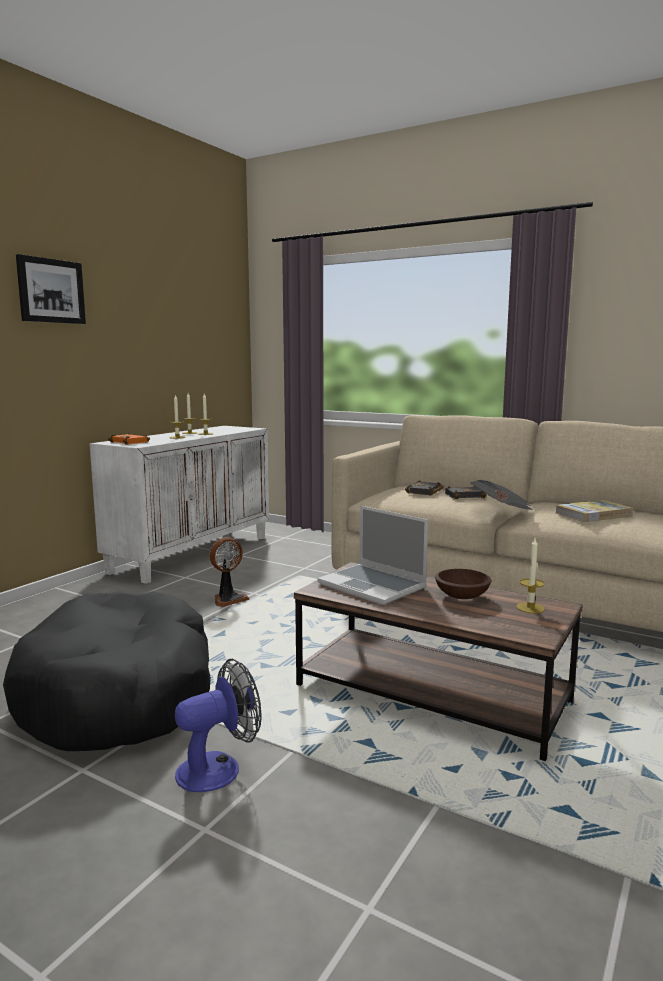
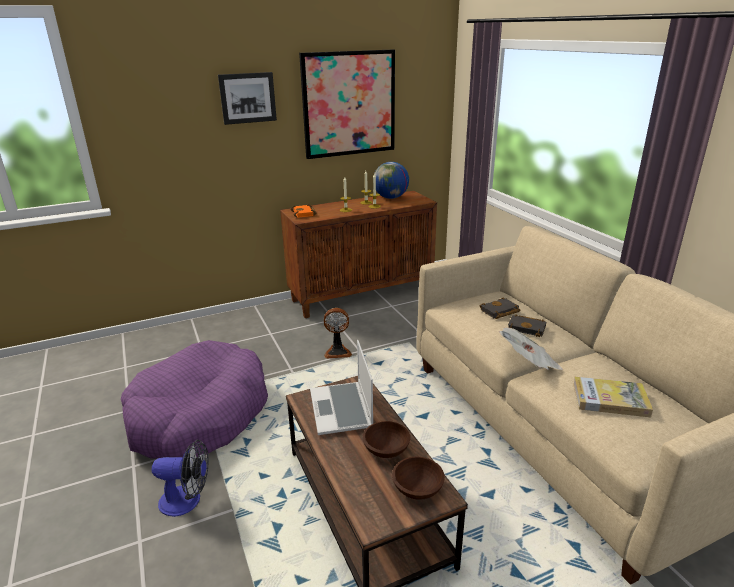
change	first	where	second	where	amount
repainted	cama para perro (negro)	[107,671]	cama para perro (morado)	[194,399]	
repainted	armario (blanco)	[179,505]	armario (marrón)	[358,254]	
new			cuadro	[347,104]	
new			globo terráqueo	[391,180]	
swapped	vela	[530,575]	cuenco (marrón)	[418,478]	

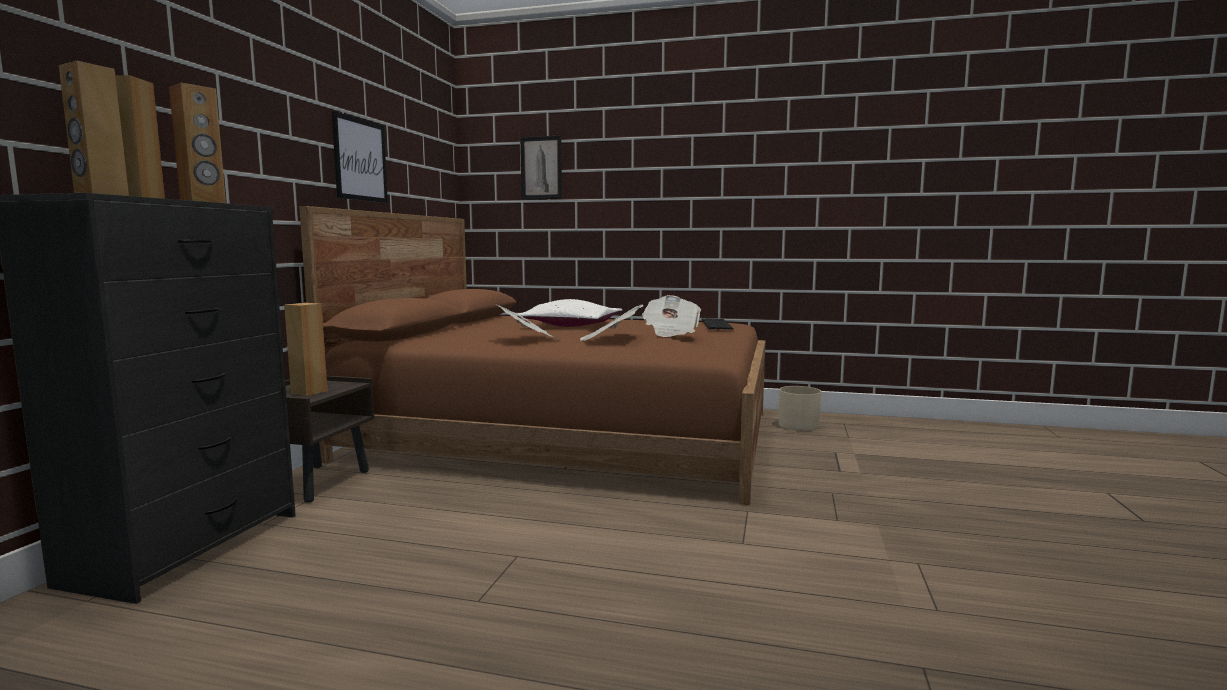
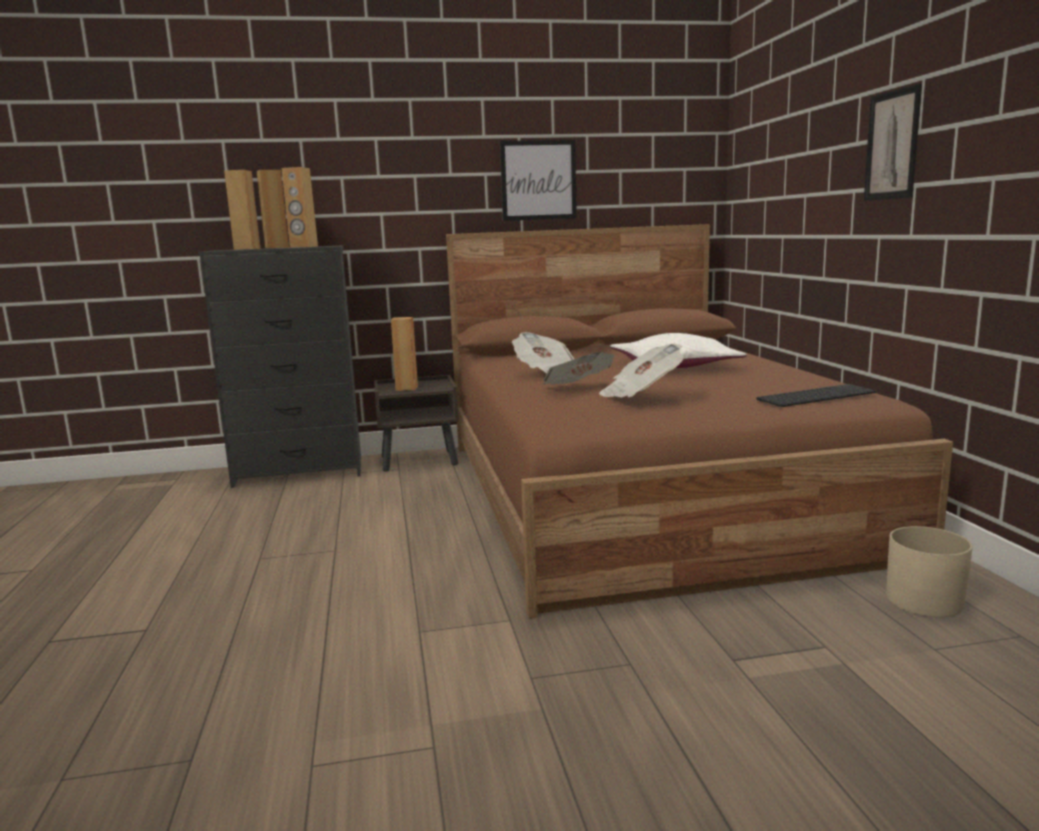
change	first	where	second	where	amount
shifted	cuadro	[541,167]		[893,142]	

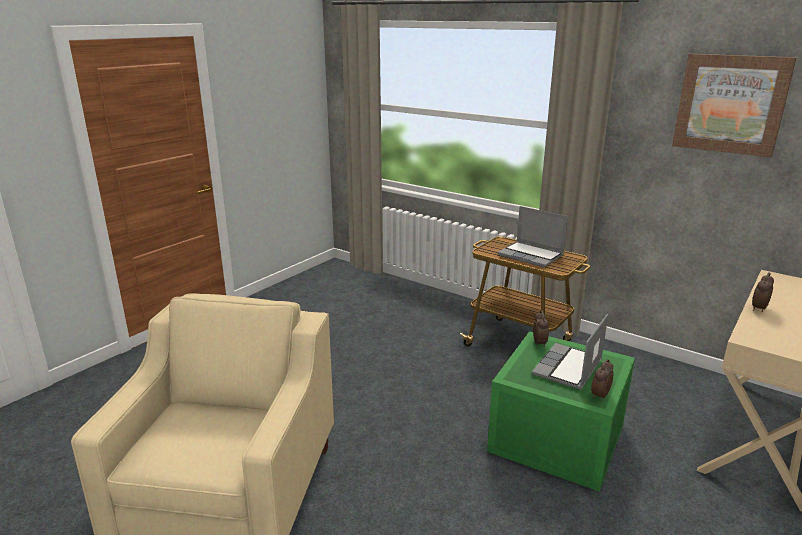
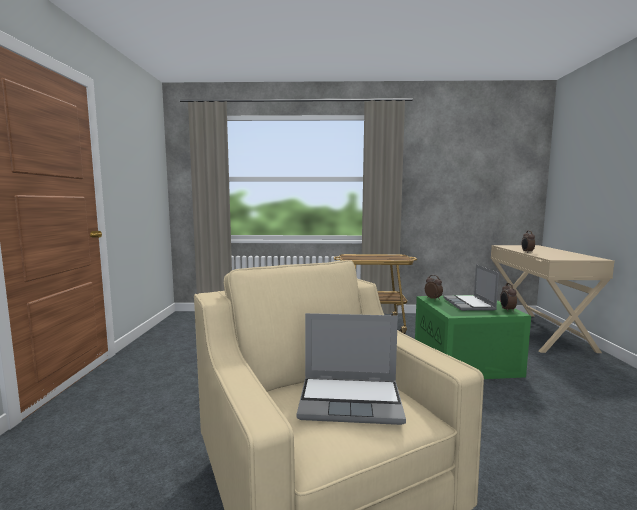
change	first	where	second	where	amount
shifted	portátil	[533,236]		[351,369]	
gone	cuadro	[734,106]			

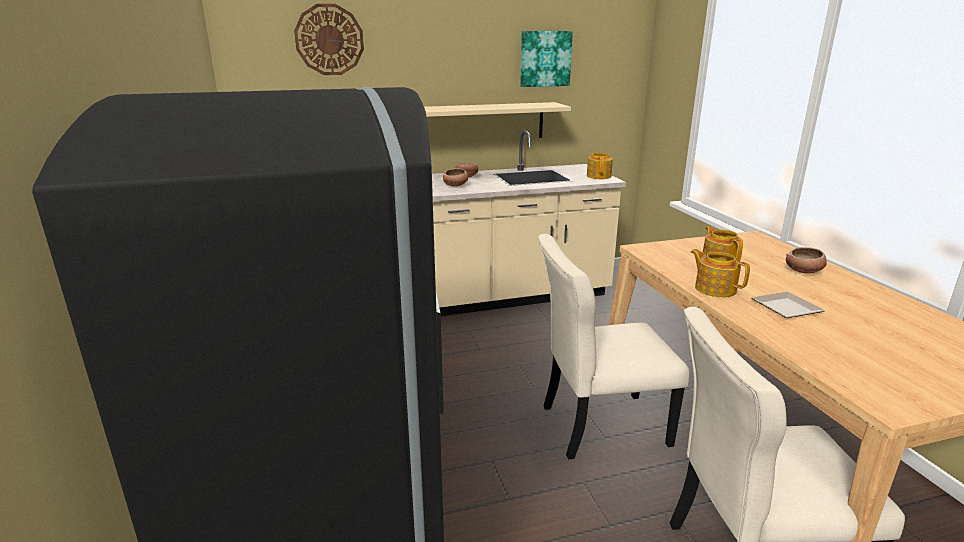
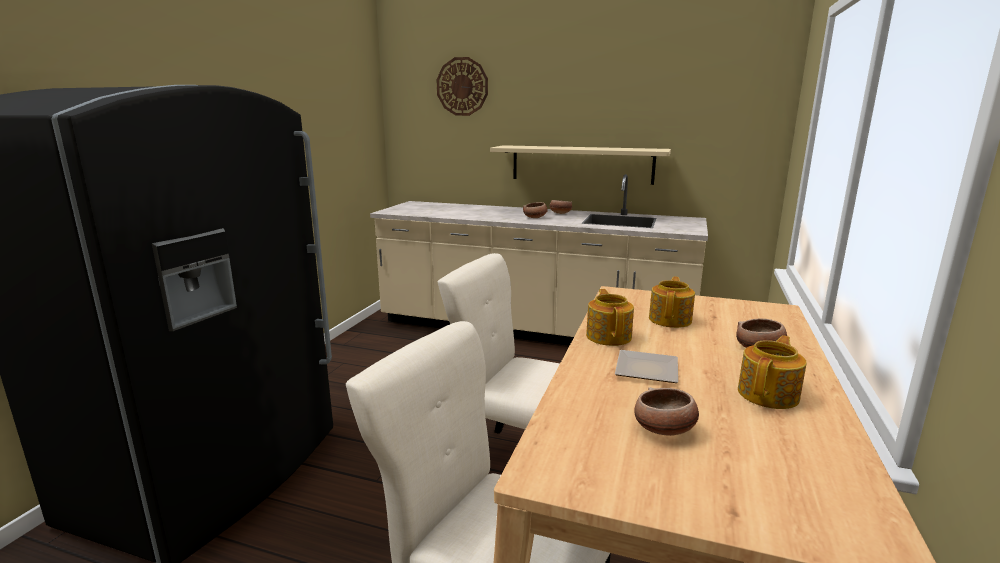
change	first	where	second	where	amount
new			cuenco	[666,411]	
shifted	tetera	[600,165]		[772,372]	
gone	cuadro	[546,59]			

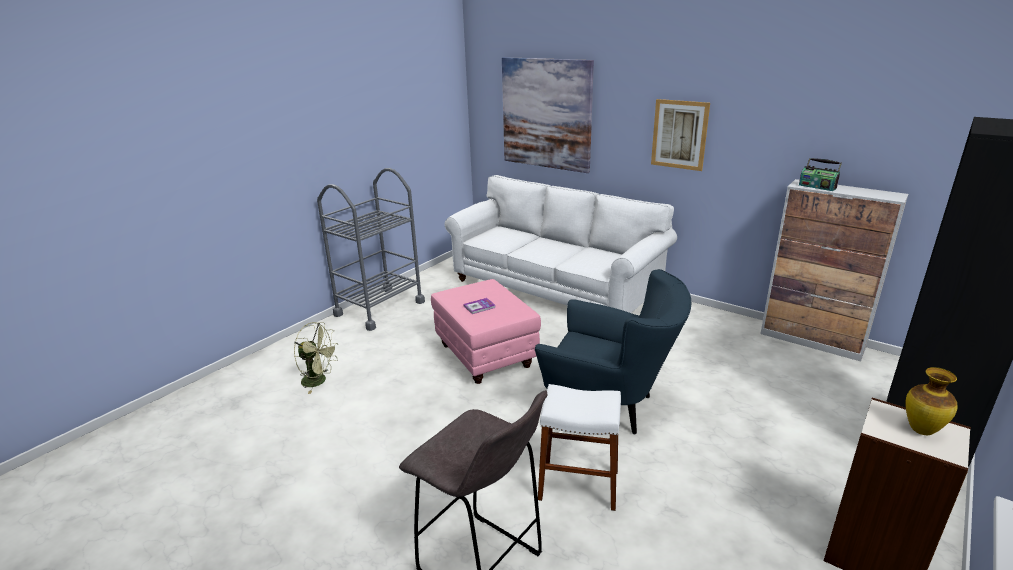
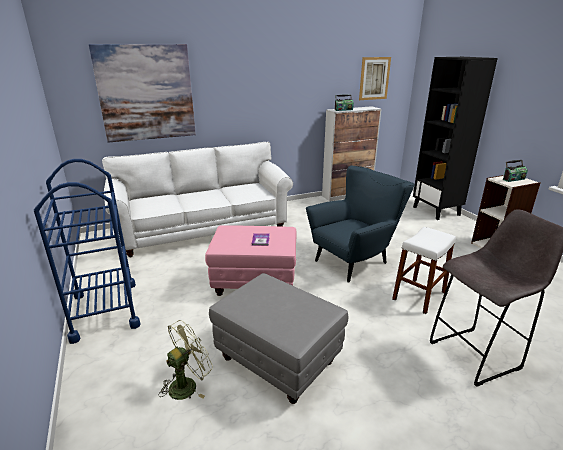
change	first	where	second	where	amount
repainted	carrito (gris)	[371,249]	carrito (azul)	[87,251]	
new			puf (gris)	[278,338]	
shifted	cuadro	[680,135]		[375,78]	
swapped	florero	[931,401]	radio	[515,171]	

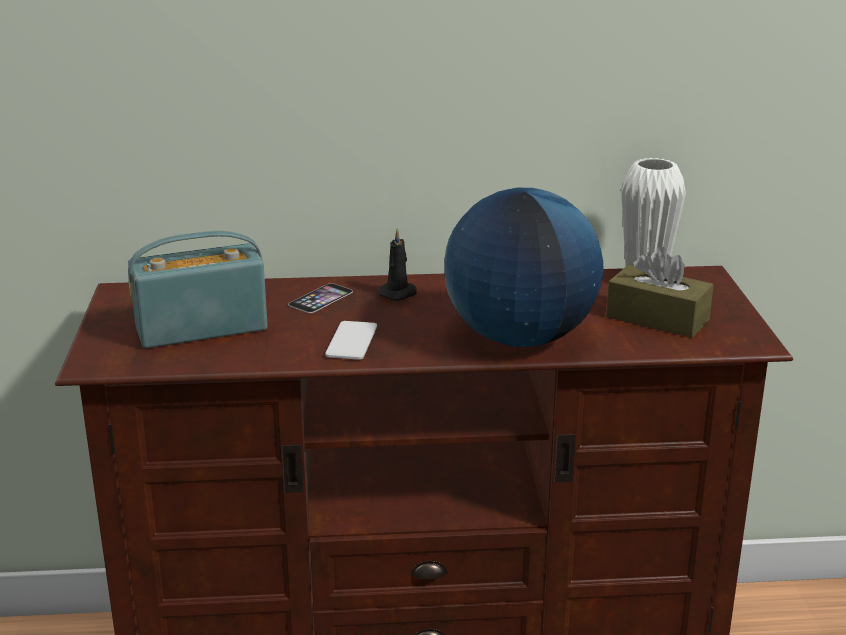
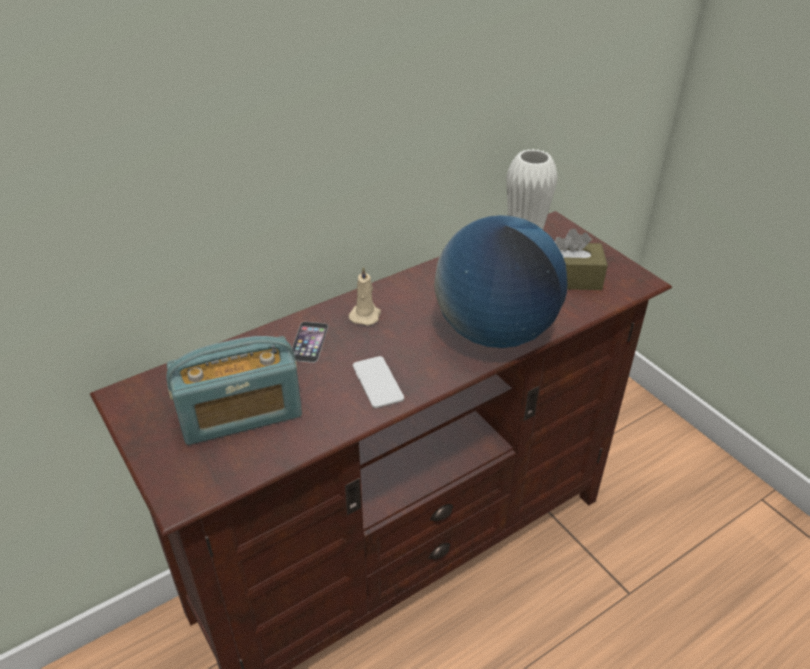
change	first	where	second	where	amount
rotated	radio	[198,289]		[234,390]	150 degrees counterclockwise
repainted	vela (negro)	[397,264]	vela (beis)	[364,296]	

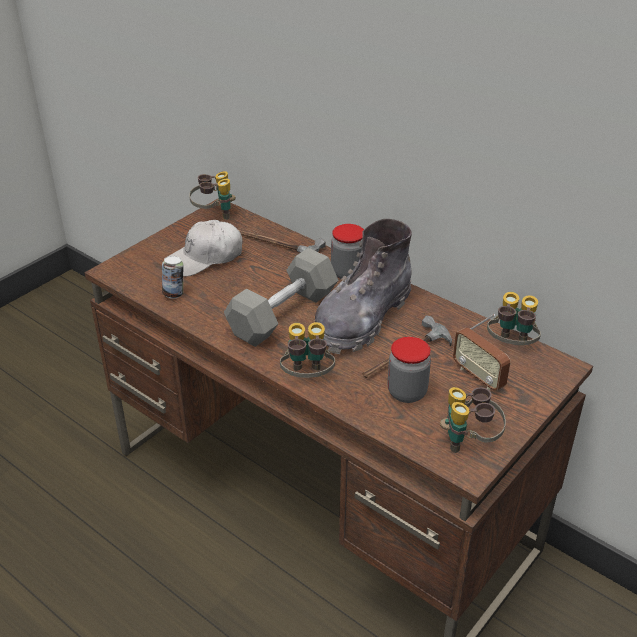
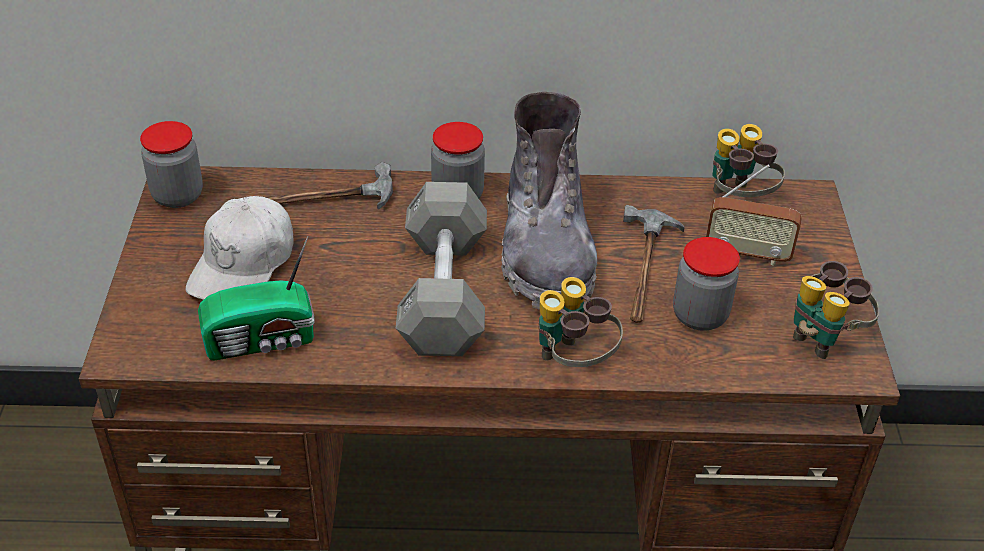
change	first	where	second	where	amount
swapped	prismáticos	[212,195]	tarro	[171,164]	
swapped	lata	[172,277]	radio	[256,298]	

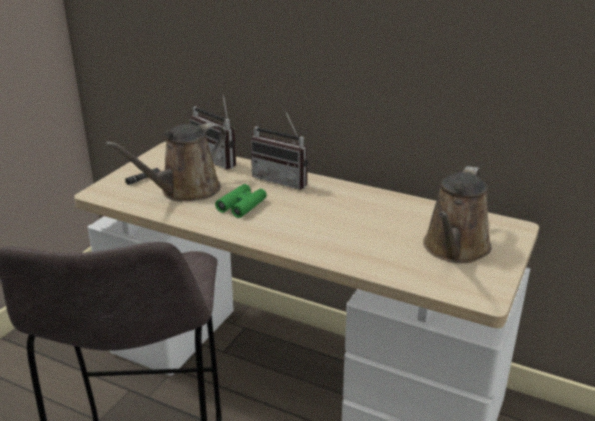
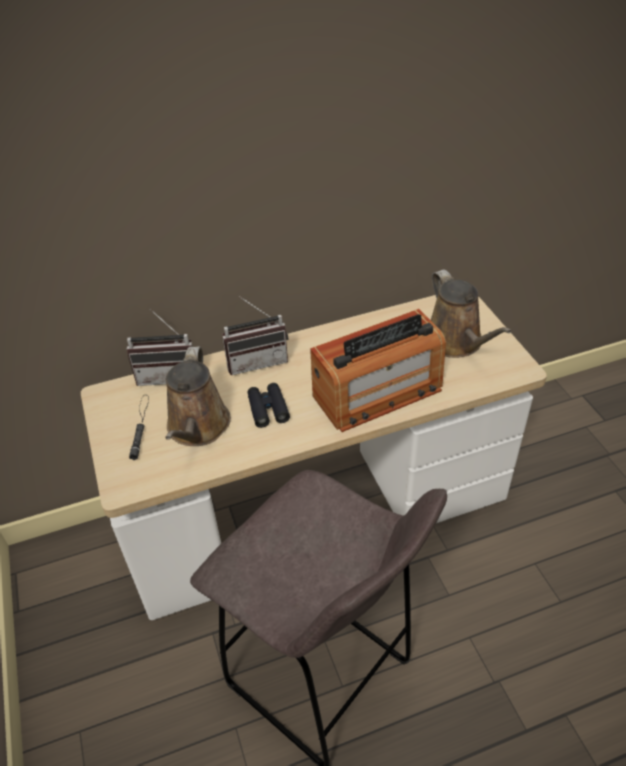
change	first	where	second	where	amount
repainted	prismáticos (verde)	[241,201]	prismáticos (negro)	[268,405]	
new			radio	[378,370]	

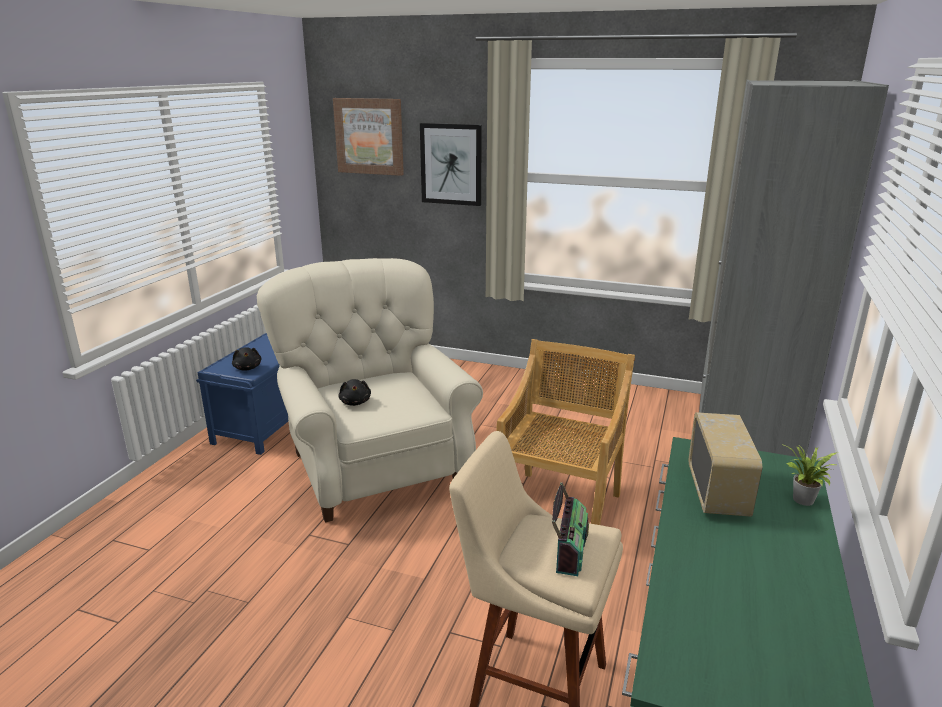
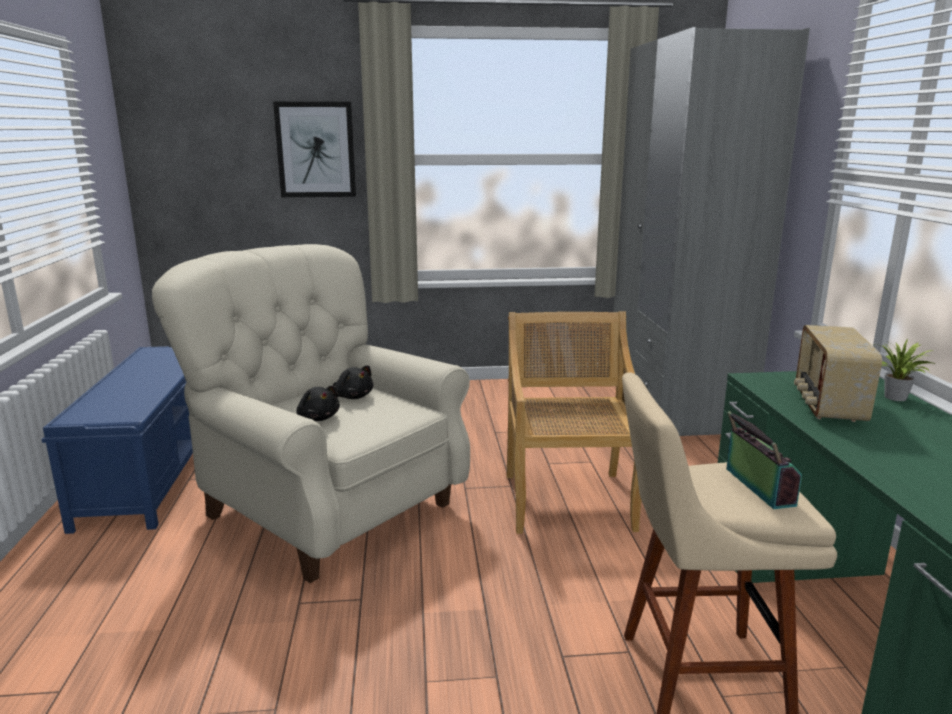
change	first	where	second	where	amount
shifted	peluche (negro)	[246,359]		[353,382]	
rotated	radio	[725,464]		[838,373]	150 degrees counterclockwise
gone	cuadro	[368,137]			

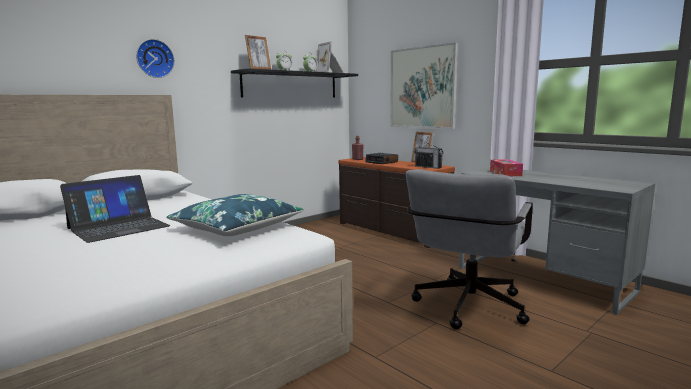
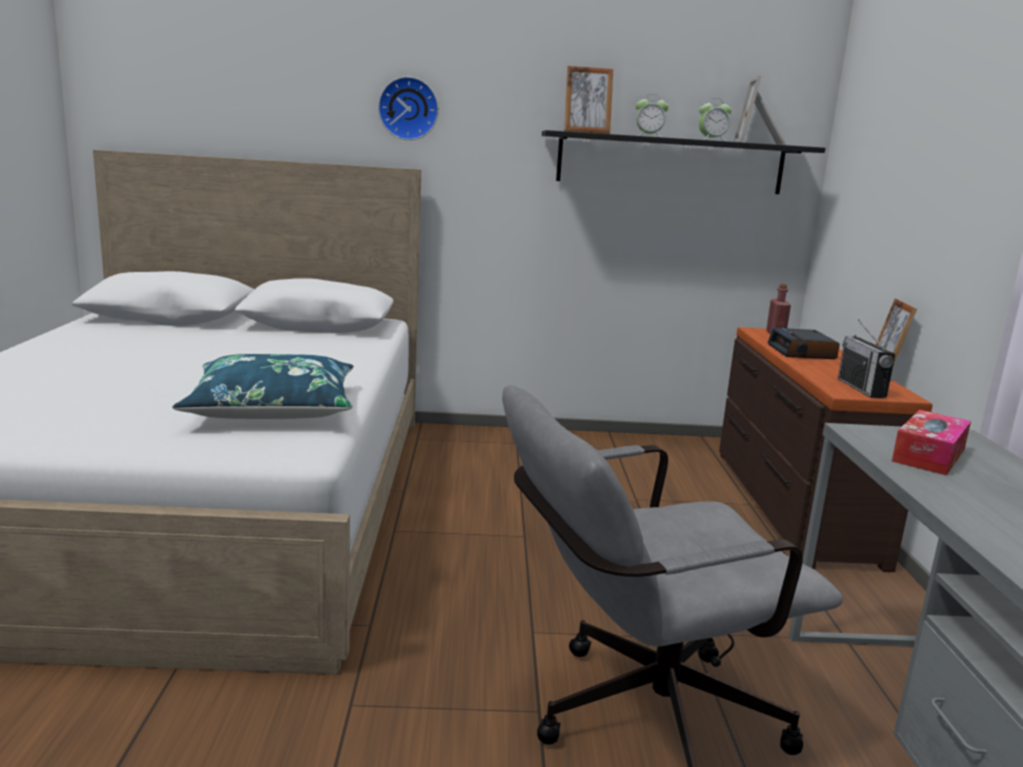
change	first	where	second	where	amount
gone	portátil	[115,209]			
gone	cuadro	[424,85]			

